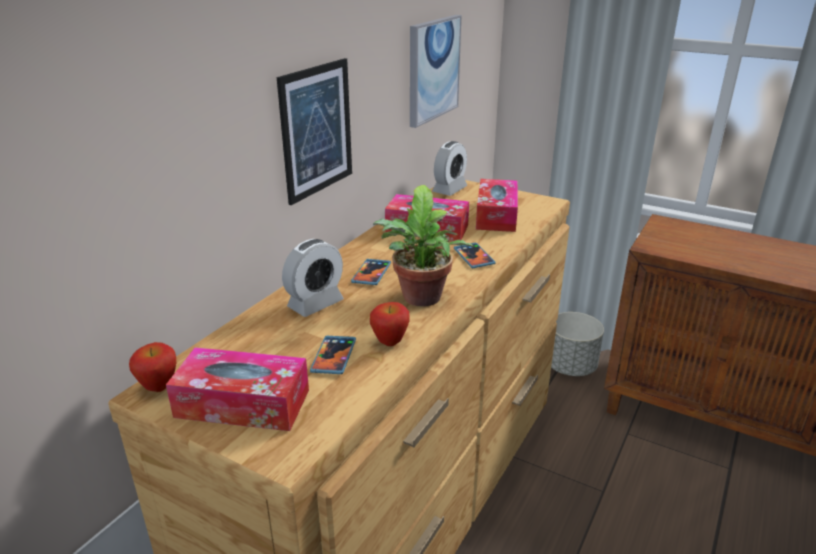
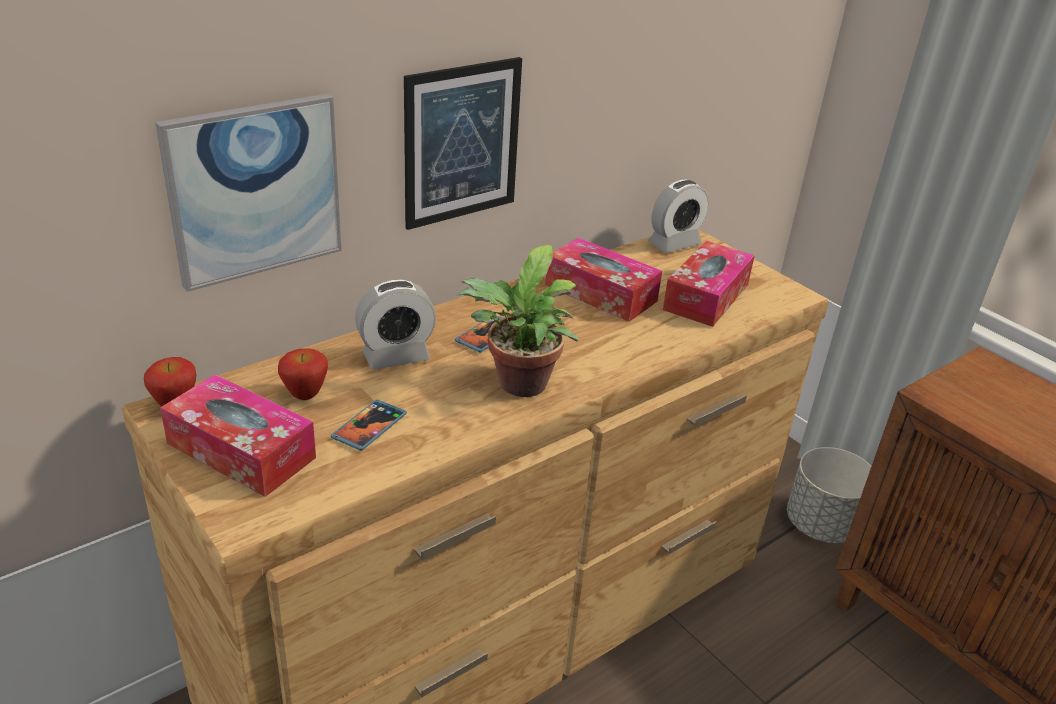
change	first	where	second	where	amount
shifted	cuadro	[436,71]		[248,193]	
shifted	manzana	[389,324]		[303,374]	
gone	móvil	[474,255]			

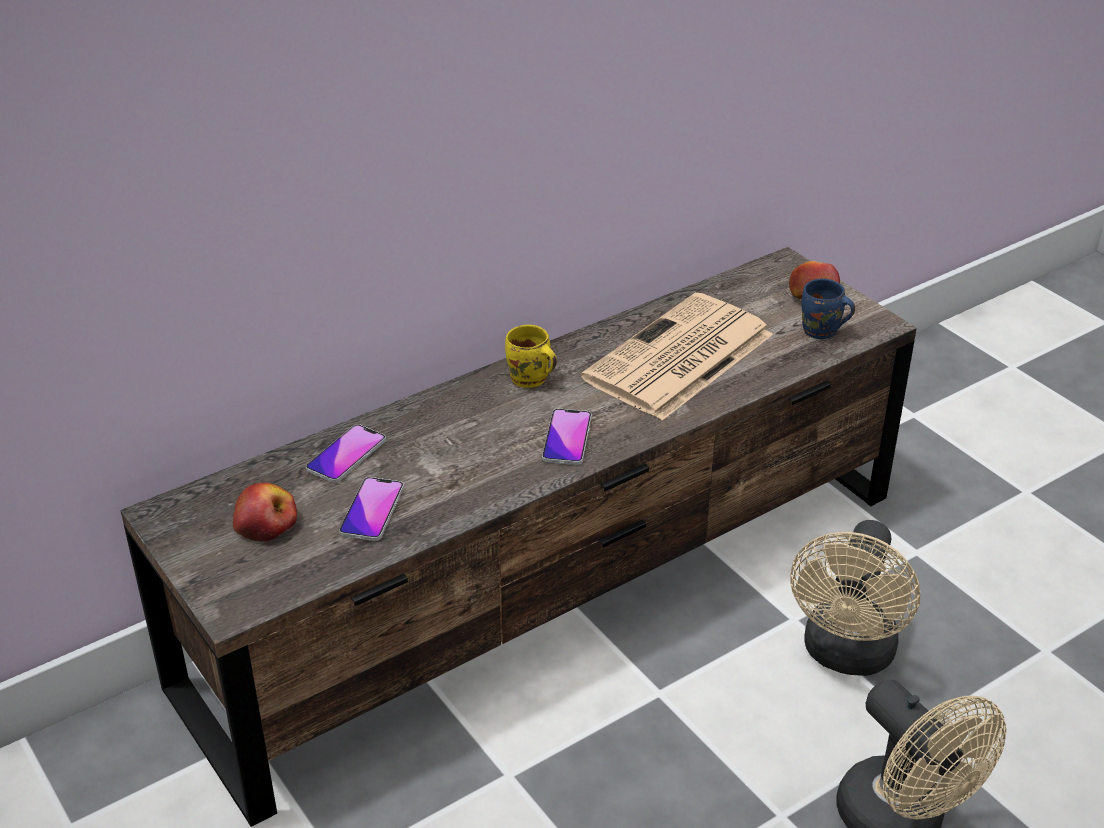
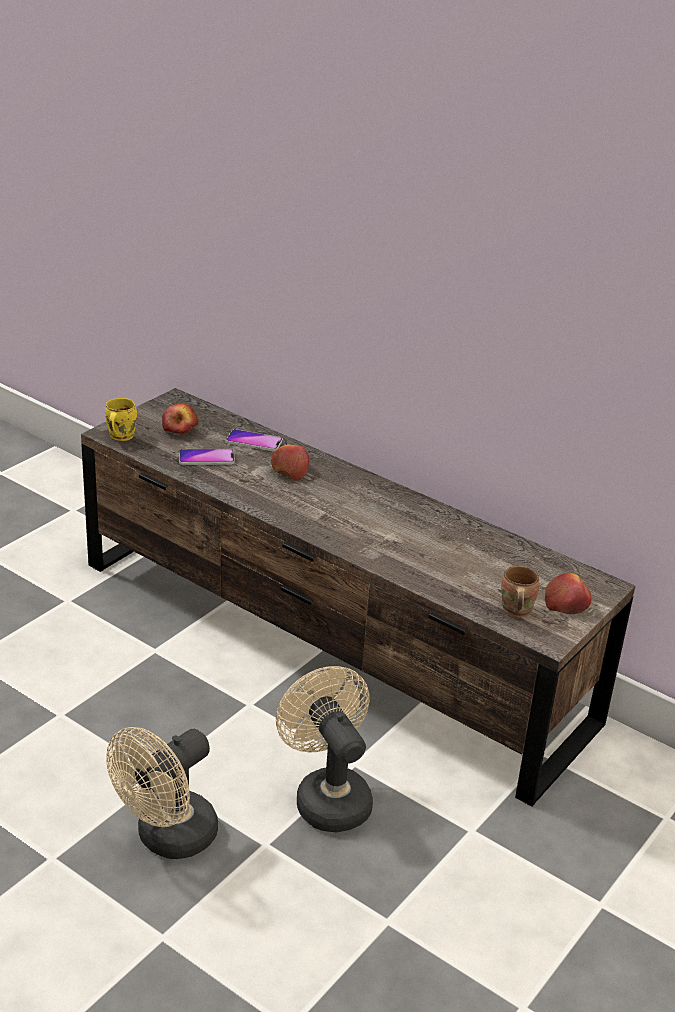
change	first	where	second	where	amount
shifted	taza grande (amarillo)	[531,356]		[121,419]	
new			manzana	[290,462]	
rotated	ventilador (beis)	[855,598]		[324,749]	60 degrees clockwise
repainted	taza grande (azul)	[828,308]	taza grande (marrón)	[520,591]	
gone	móvil	[567,436]			
gone	periódico	[677,356]			

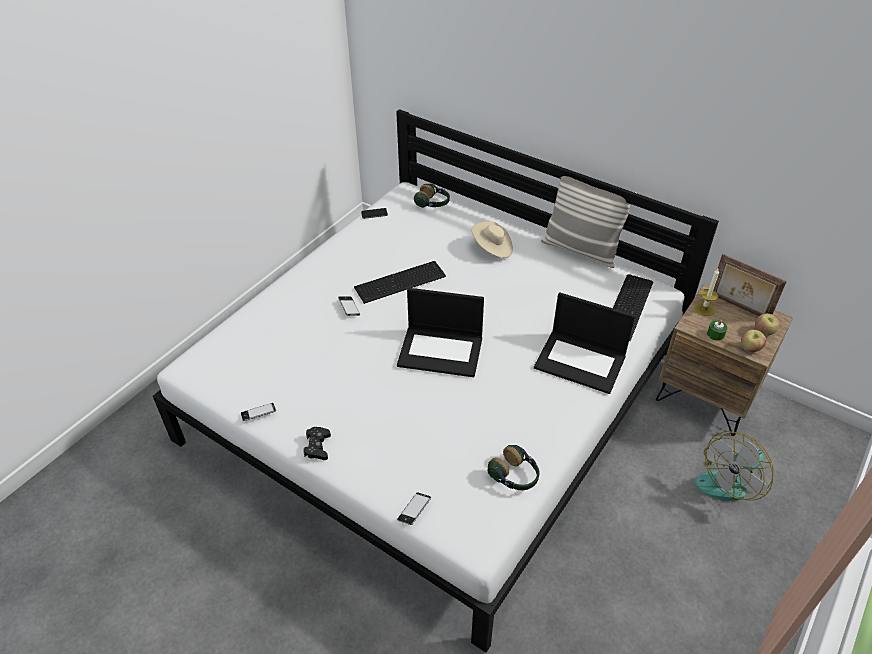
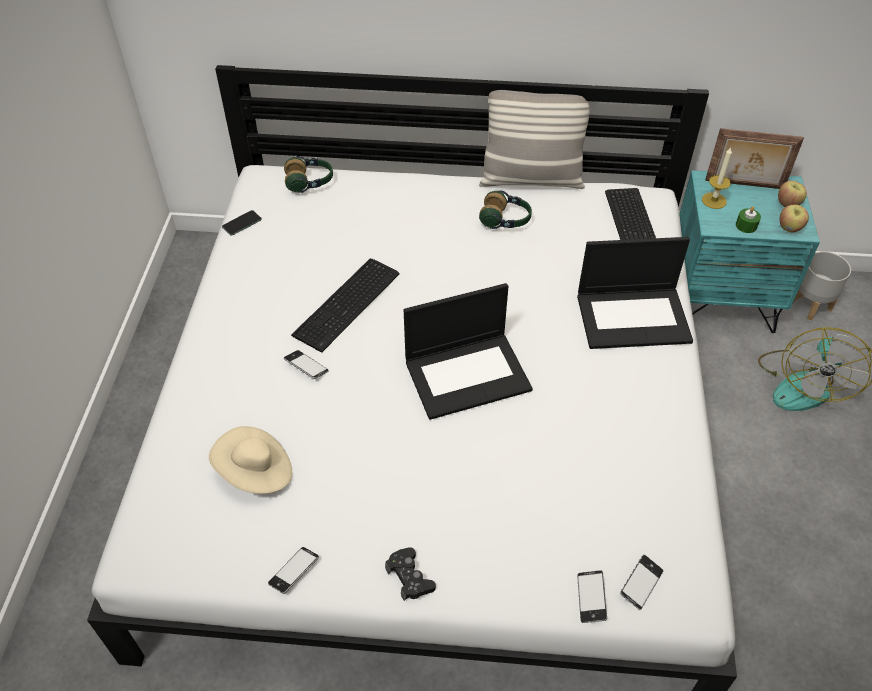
change	first	where	second	where	amount
shifted	sombrero (beis)	[492,239]		[250,460]	
shifted	auriculares	[513,467]		[505,209]	
new			móvil	[641,582]	
repainted	mesita de noche (marrón)	[724,359]	mesita de noche (turquesa)	[749,251]	
new			maceta (gris)	[822,285]	

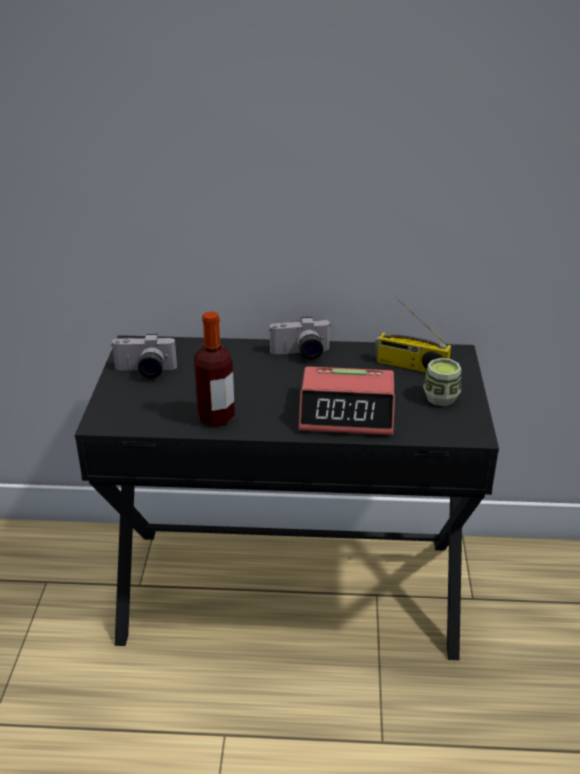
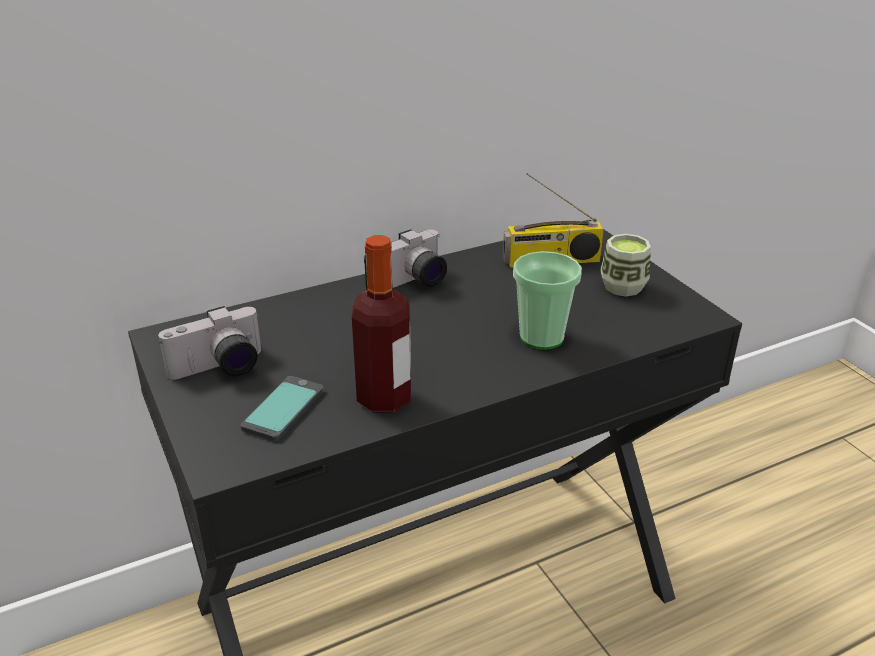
change	first	where	second	where	amount
new			móvil	[282,408]	
swapped	despertador	[347,400]	taza	[547,300]	

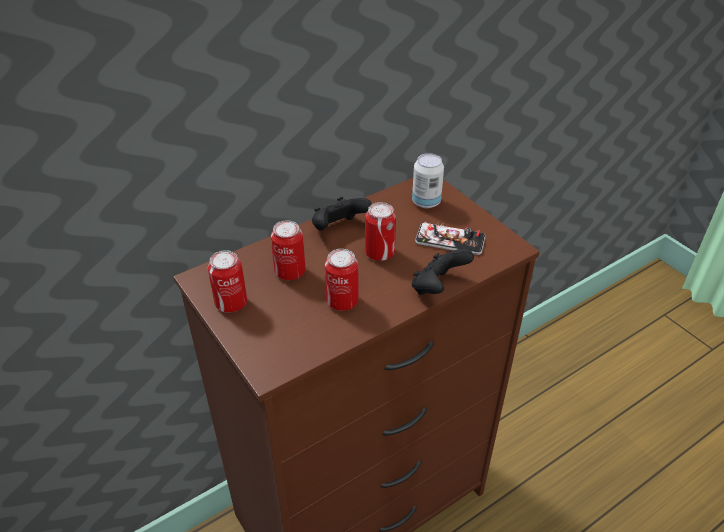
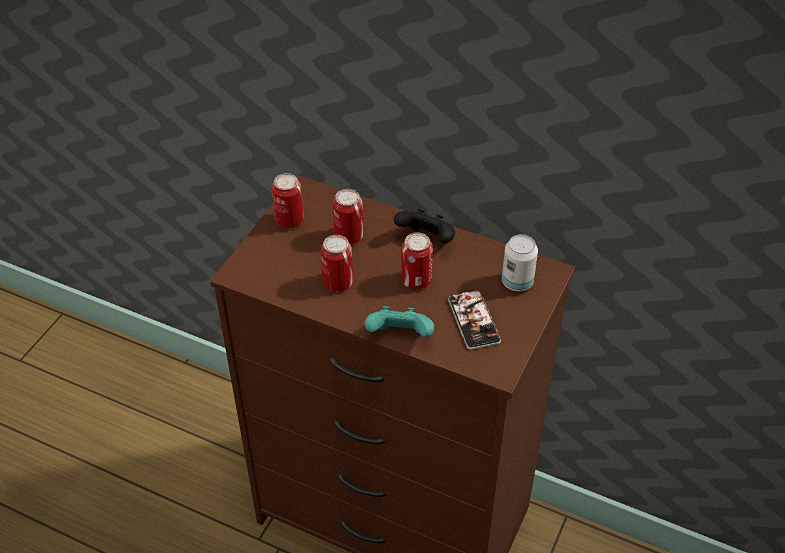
change	first	where	second	where	amount
repainted	mando de consola (negro)	[443,272]	mando de consola (turquesa)	[399,321]	

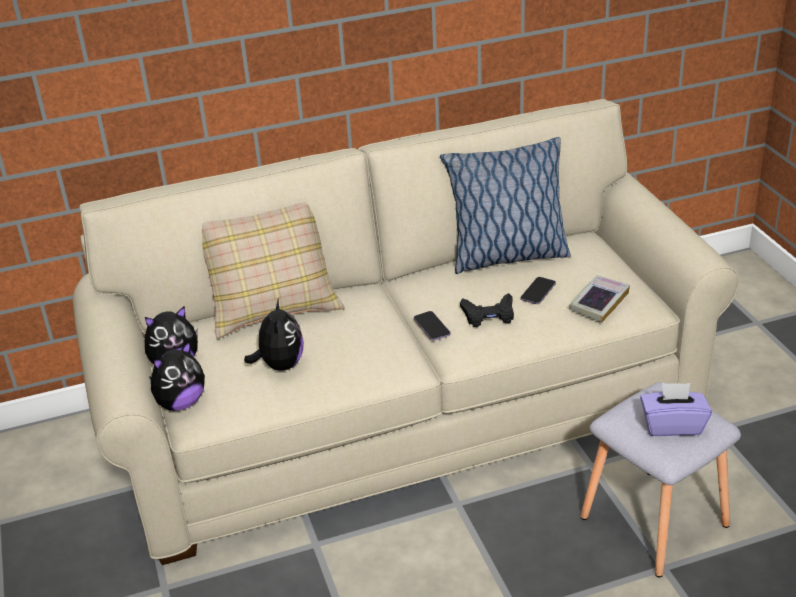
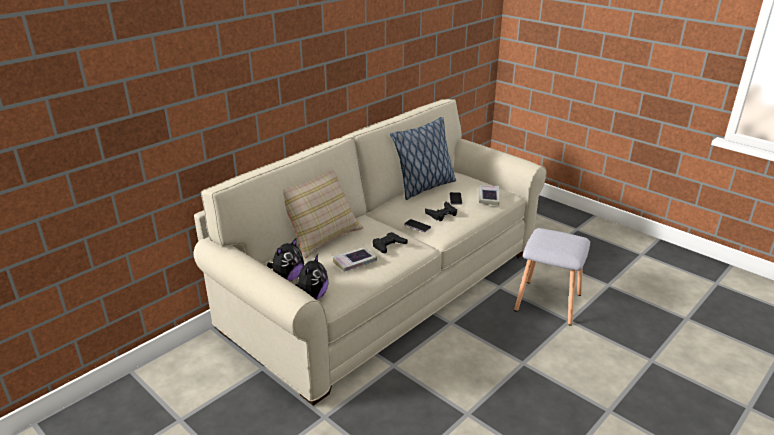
change	first	where	second	where	amount
swapped	peluche	[274,334]	libro	[355,259]	
new			mando de consola (negro)	[390,242]	
gone	caja de pañuelos (morado)	[676,409]			

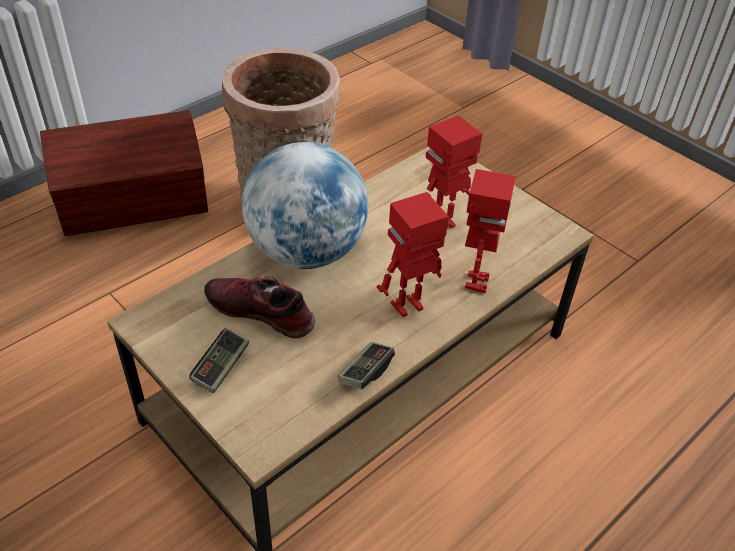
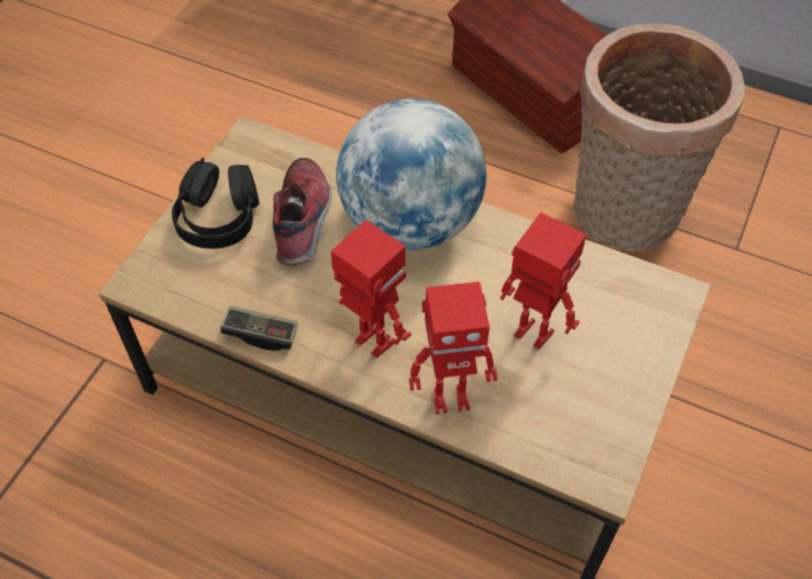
change	first	where	second	where	amount
swapped	mando de consola	[219,360]	auriculares (negro)	[215,203]	

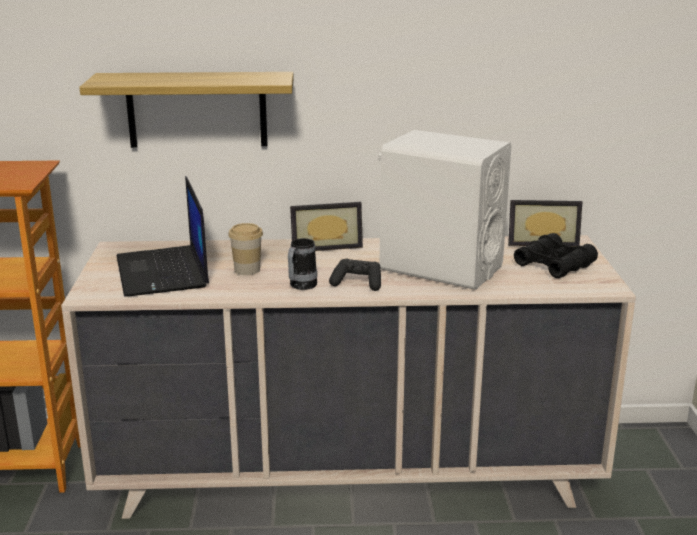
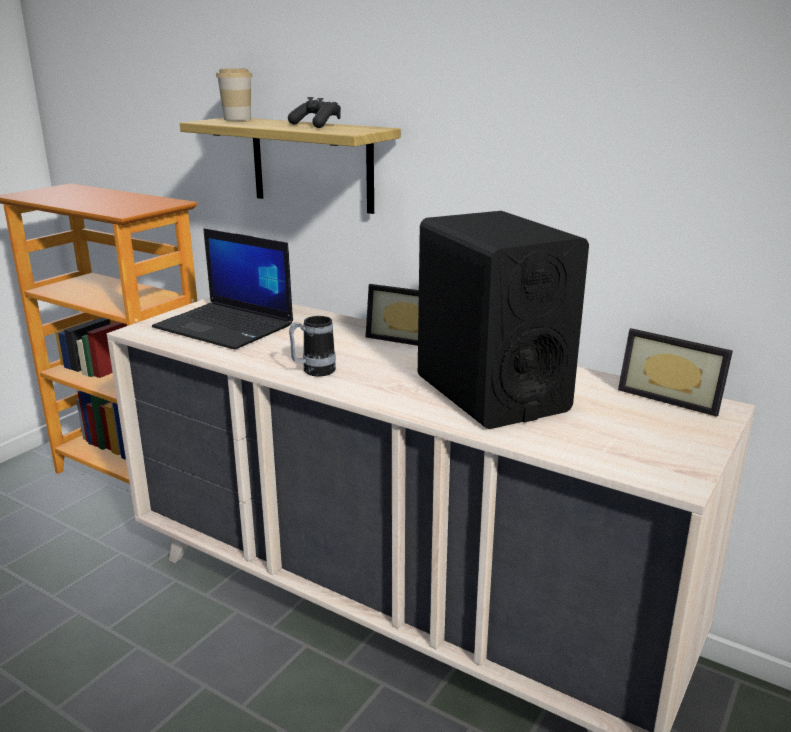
change	first	where	second	where	amount
rotated	portátil	[163,236]		[222,289]	75 degrees counterclockwise
shifted	taza	[245,249]		[234,94]	
shifted	mando de consola (negro)	[355,274]		[314,112]	
repainted	altavoz (blanco)	[444,210]	altavoz (negro)	[503,320]	
gone	prismáticos (negro)	[556,255]			

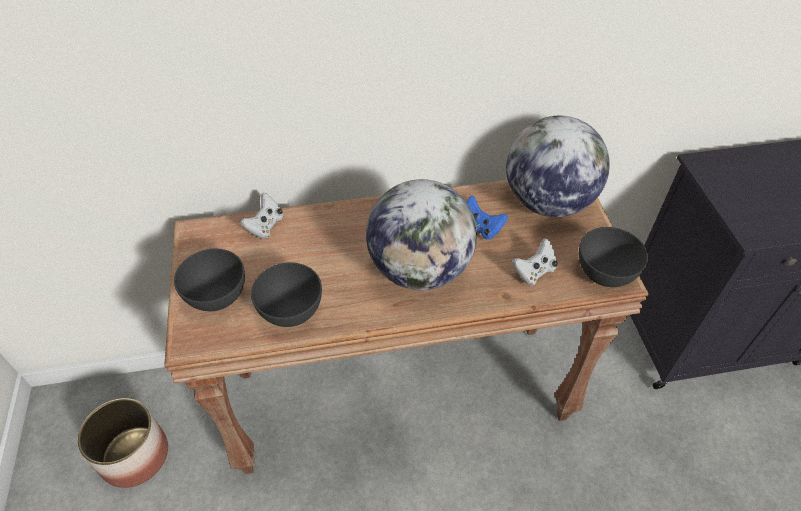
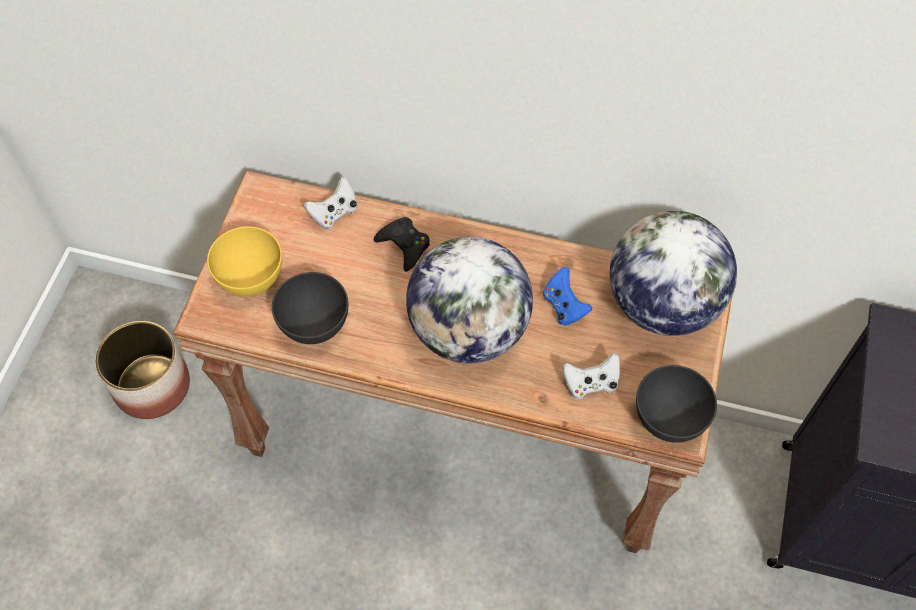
change	first	where	second	where	amount
repainted	cuenco (gris)	[209,280]	cuenco (amarillo)	[244,261]	
new			mando de consola (negro)	[402,244]	

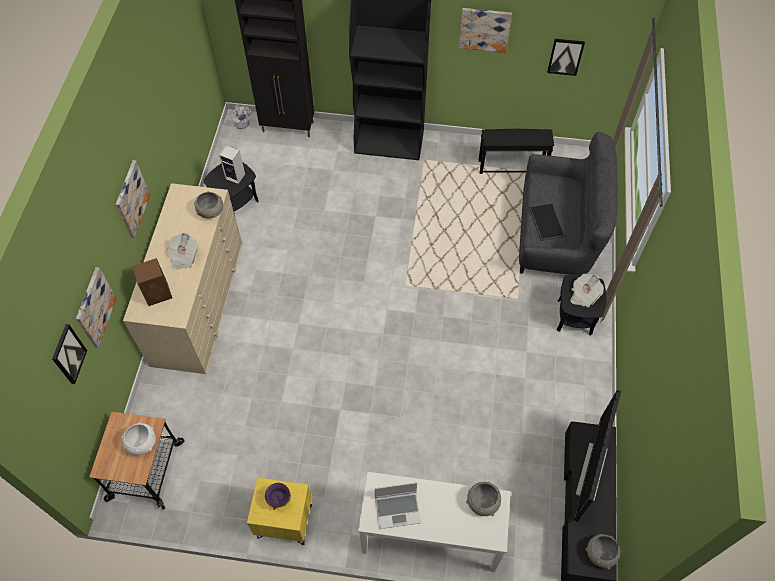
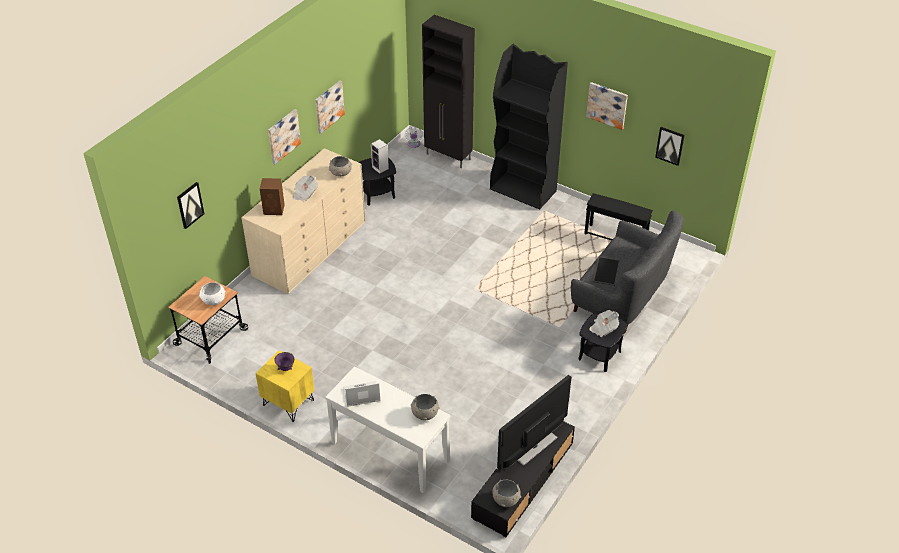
change	first	where	second	where	amount
shifted	cuadro	[96,307]		[330,107]	
rotated	portátil	[398,505]		[362,394]	150 degrees clockwise

